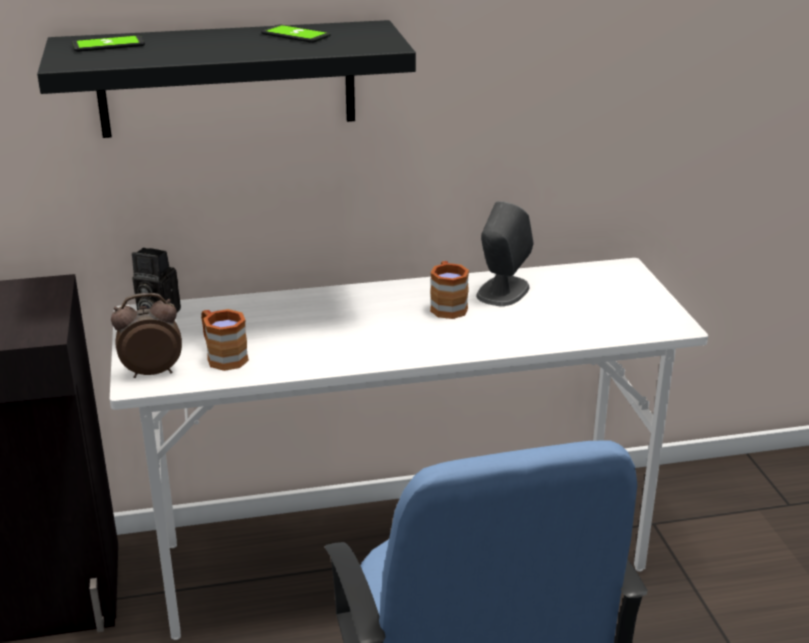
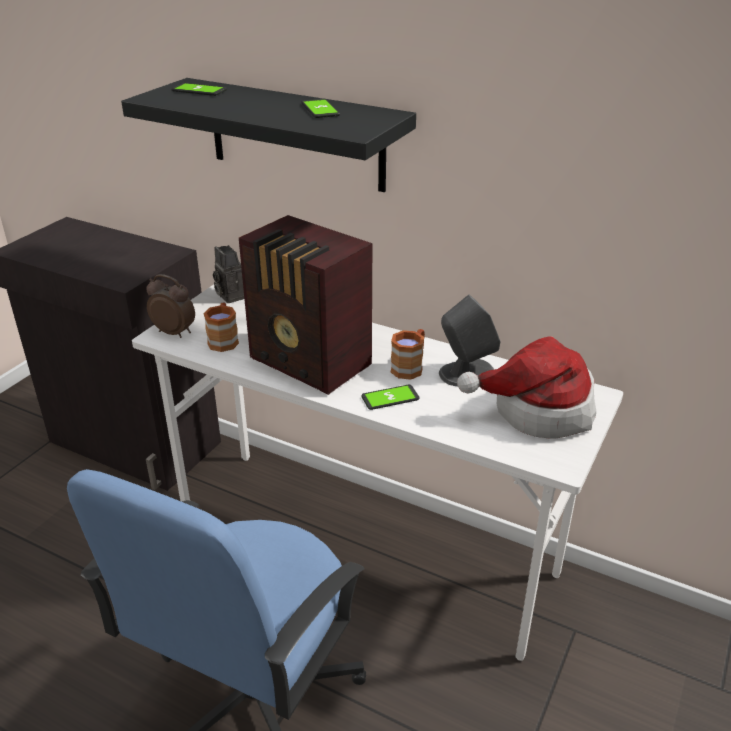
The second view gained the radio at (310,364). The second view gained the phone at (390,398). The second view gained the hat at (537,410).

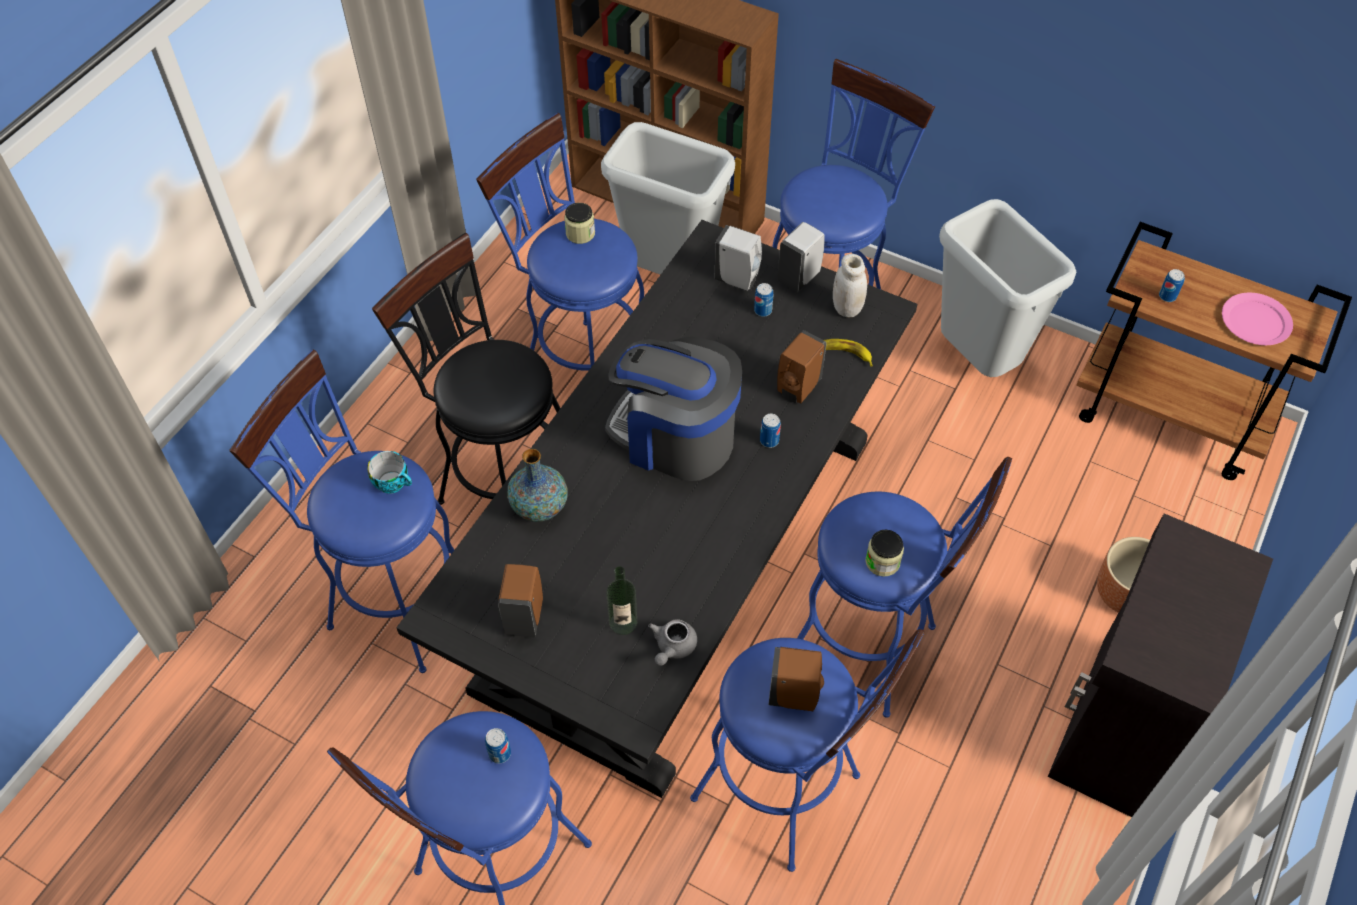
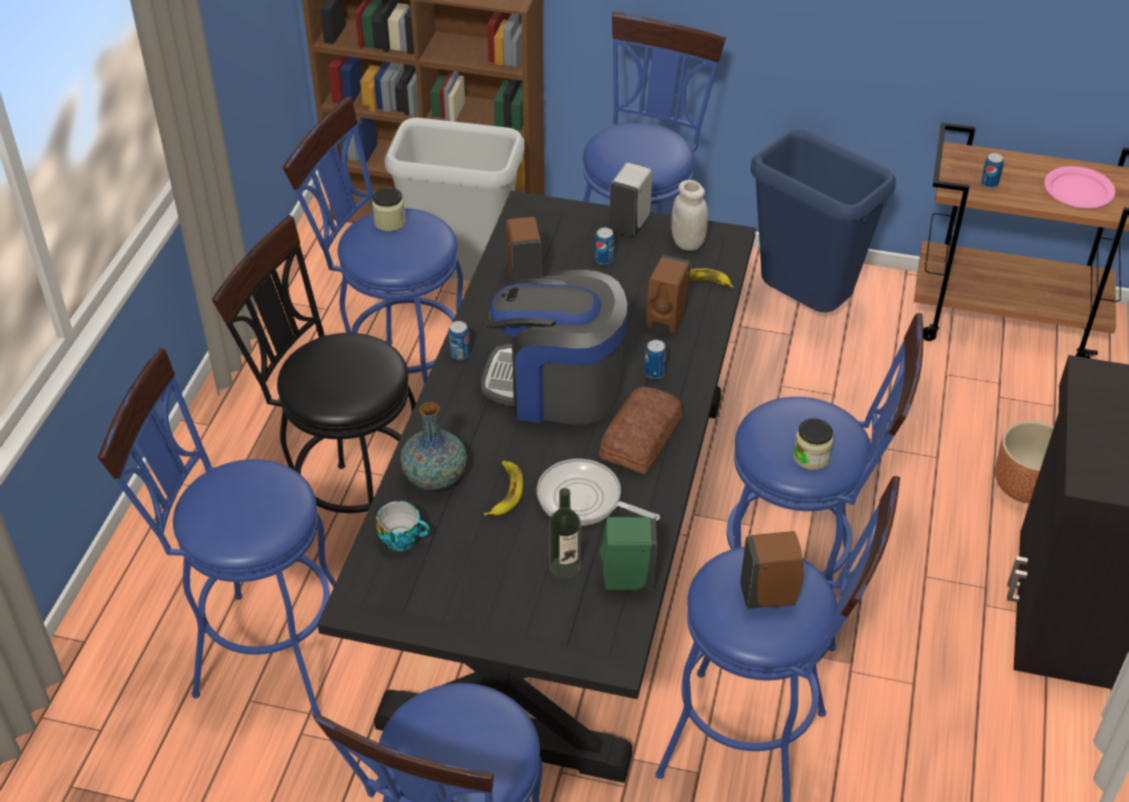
The second view lost the white soap dispenser at (738,280). The second view gained the banana at (505,492). The second view gained the frying pan at (584,500). The second view gained the bread at (643,438). The cup ended up elsewhere, having gone from (393,482) to (403,538). The can ended up elsewhere, having gone from (500,753) to (460,353). The brown soap dispenser ended up elsewhere, having gone from (524,616) to (524,278). Where the grey teapot stood at (672,647), the green soap dispenser came to stand at (625,580). What was the grey trash can at (978,361) turned into the blue trash can at (805,306).

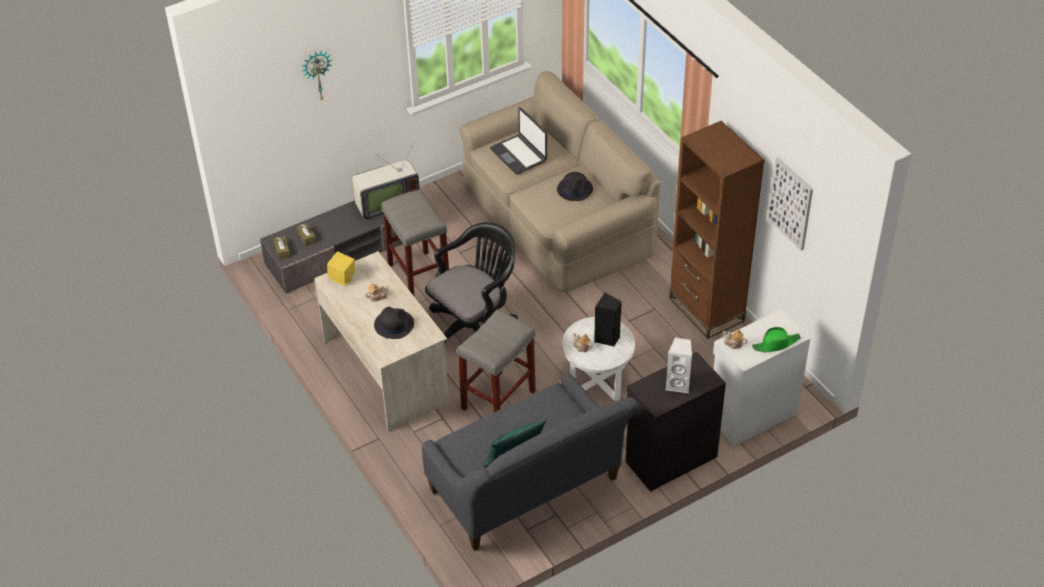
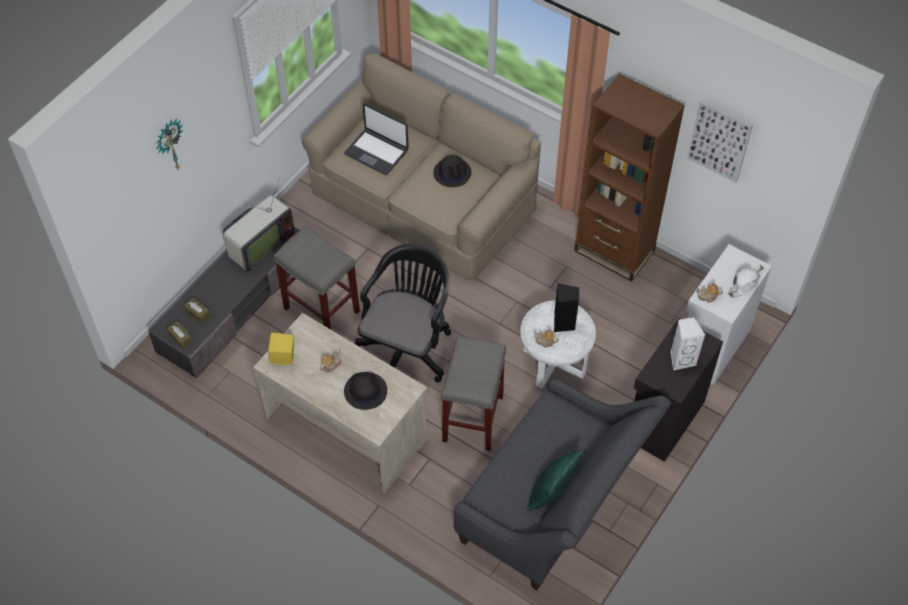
What was the green hat at (776,344) turned into the white hat at (745,283).

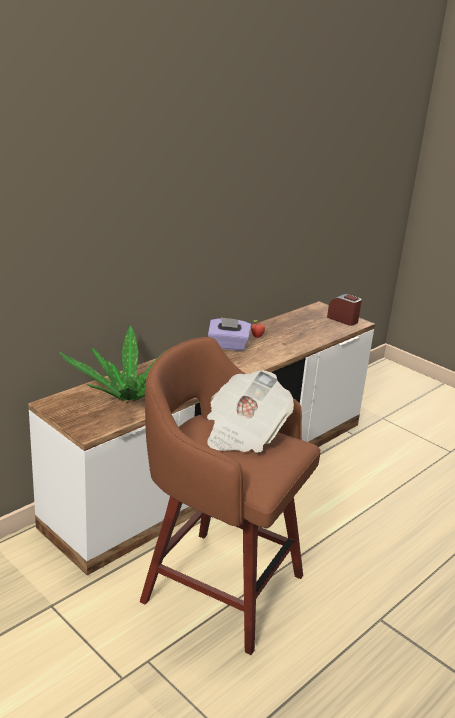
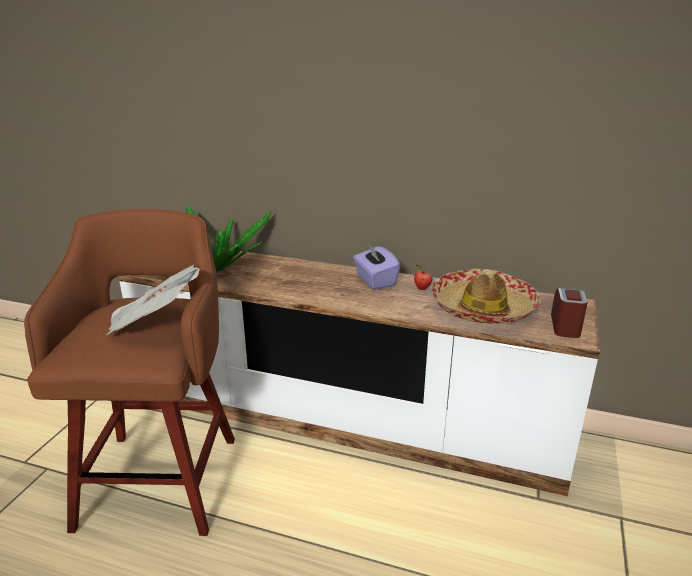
The second view gained the hat at (483,308).

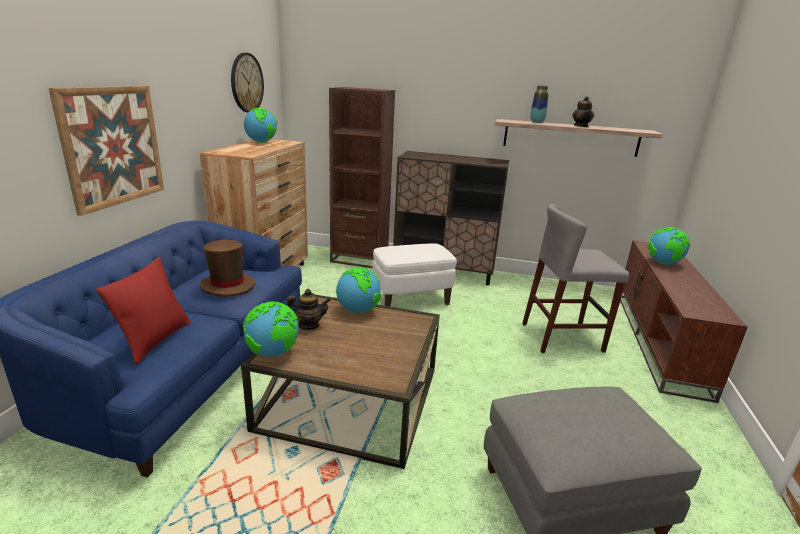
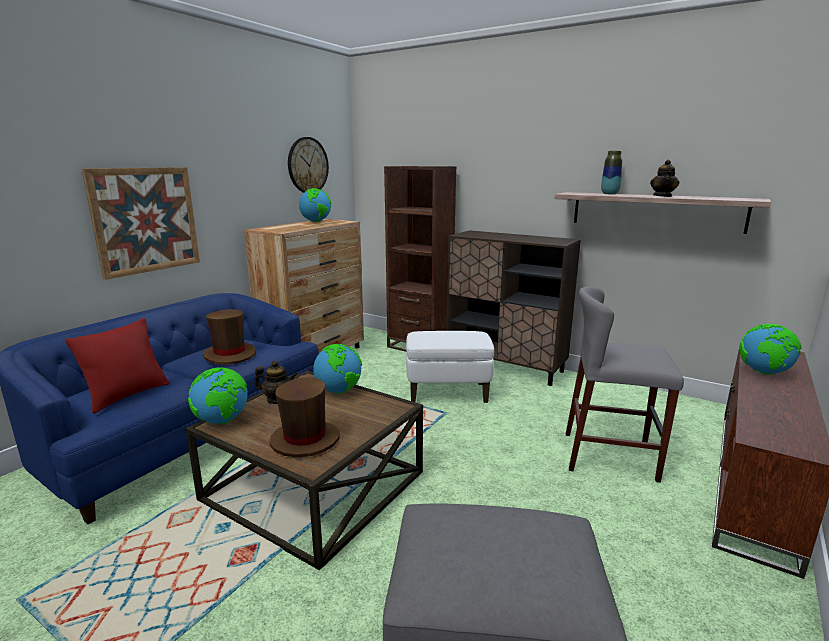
The second view gained the brown hat at (305,440).

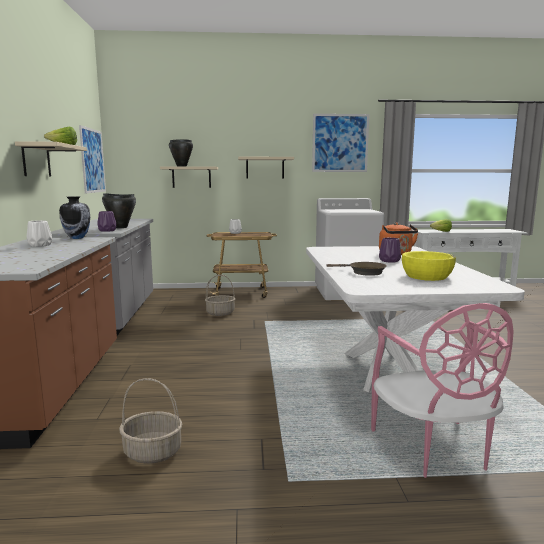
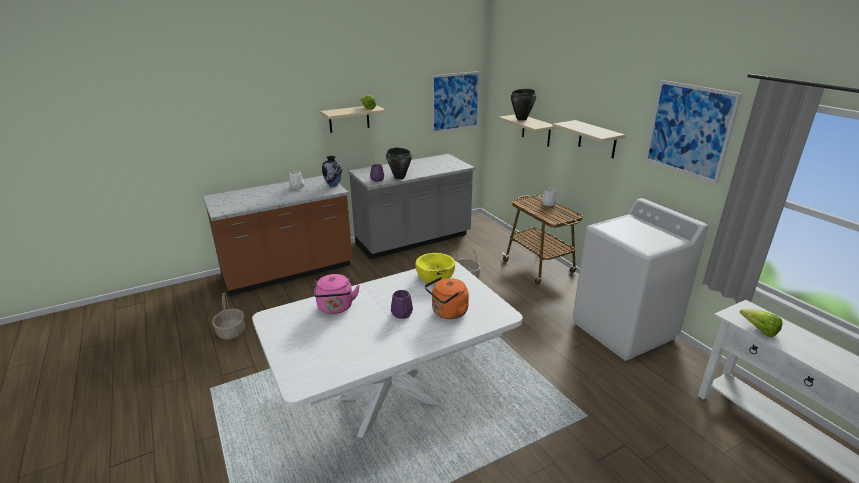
The second view lost the pink chair at (434,449). The yellow bowl ended up elsewhere, having gone from (426,276) to (435,276). Where the brown frying pan stood at (364,272), the pink kettle came to stand at (335,308).

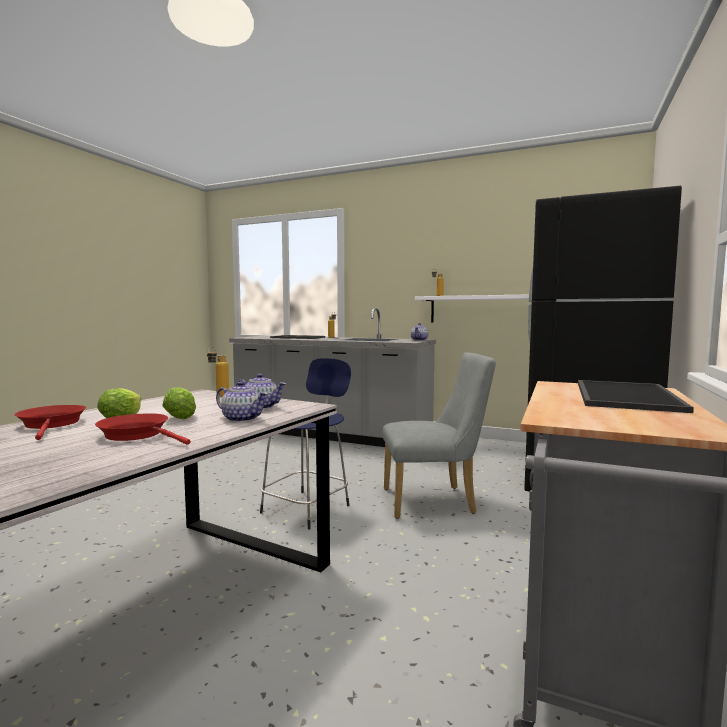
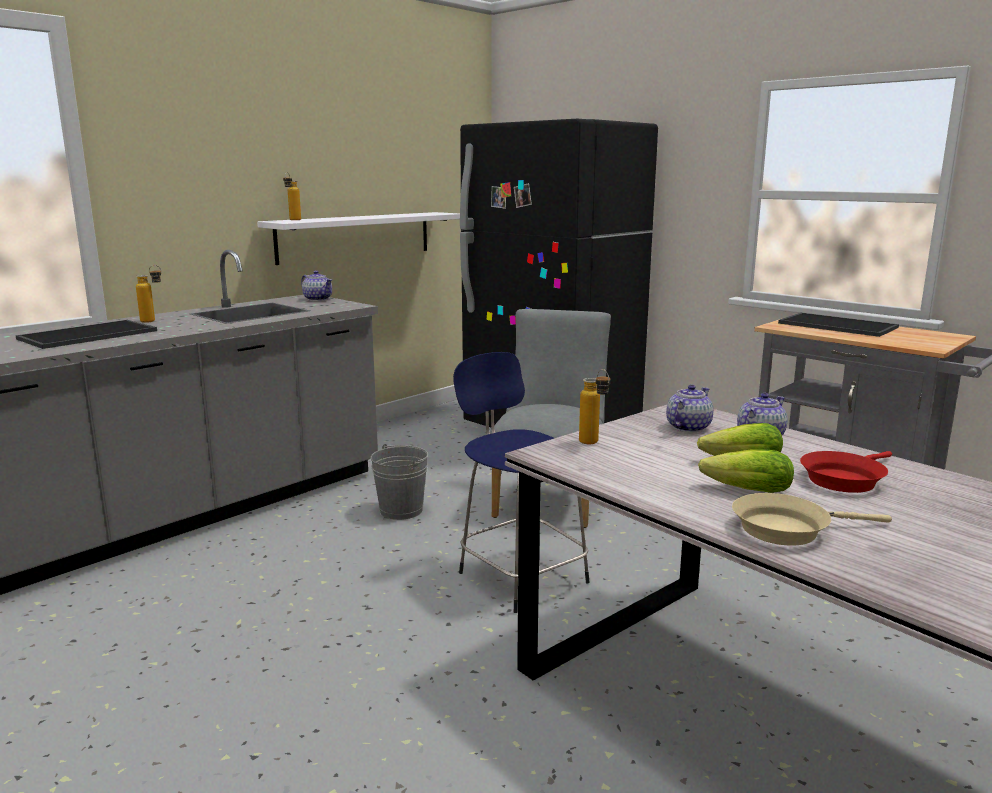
The second view gained the grey bucket at (401,510). What was the red frying pan at (52,424) turned into the beige frying pan at (787,529).

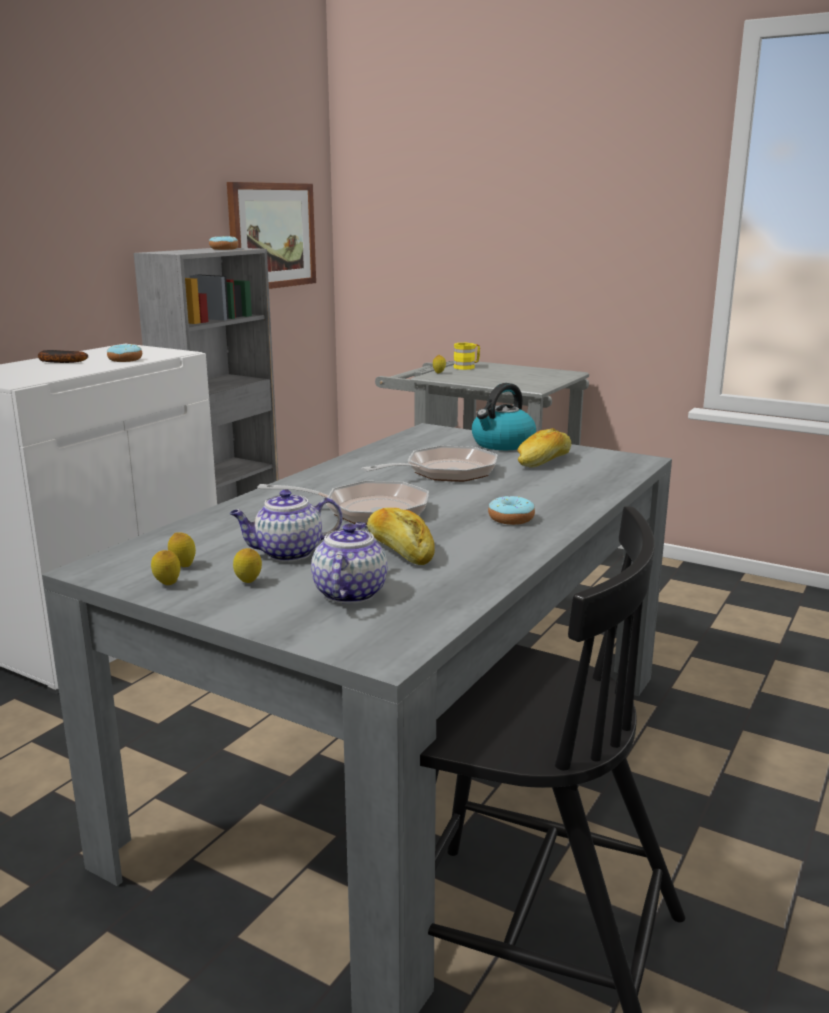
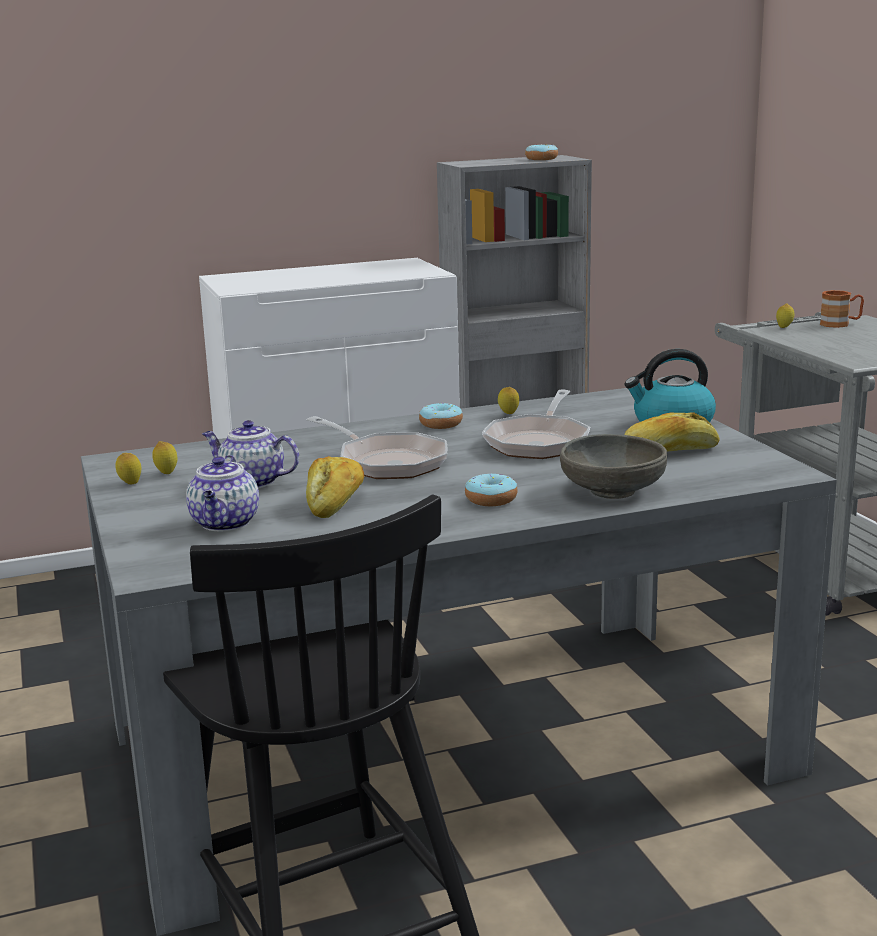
The second view lost the banana at (57,362). The second view lost the picture at (271,236). The second view gained the grey bowl at (613,491). The donut ended up elsewhere, having gone from (125,360) to (441,424). The lemon ended up elsewhere, having gone from (248,583) to (508,414). What was the yellow mug at (467,367) turned into the brown mug at (840,324). The teapot at (349,593) ended up facing another way, 135 degrees clockwise from before. The frying pan at (445,472) ended up facing another way, 105 degrees clockwise from before.

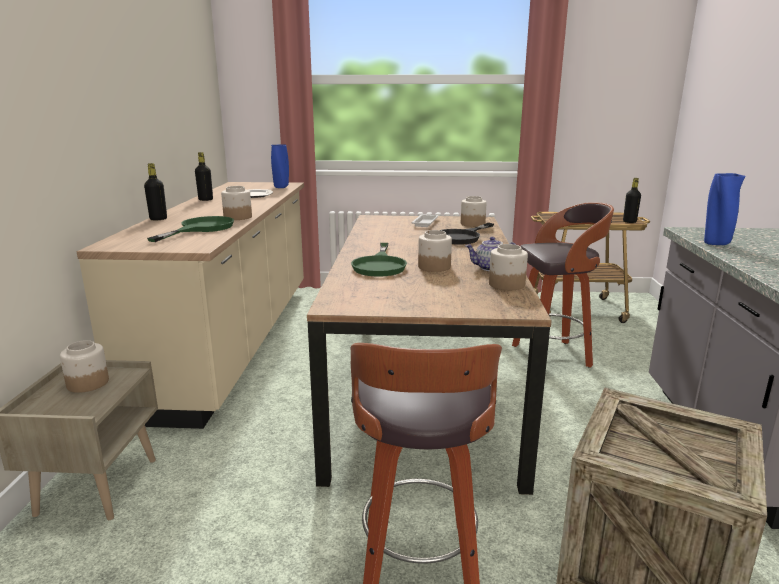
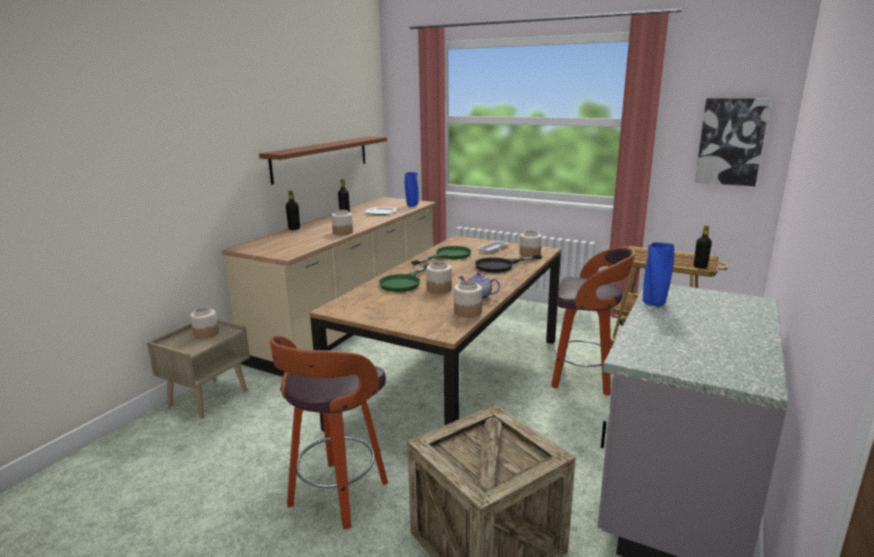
The second view gained the brown shelf at (321,158). The second view gained the picture at (731,142). The green frying pan ended up elsewhere, having gone from (201,229) to (448,256).

